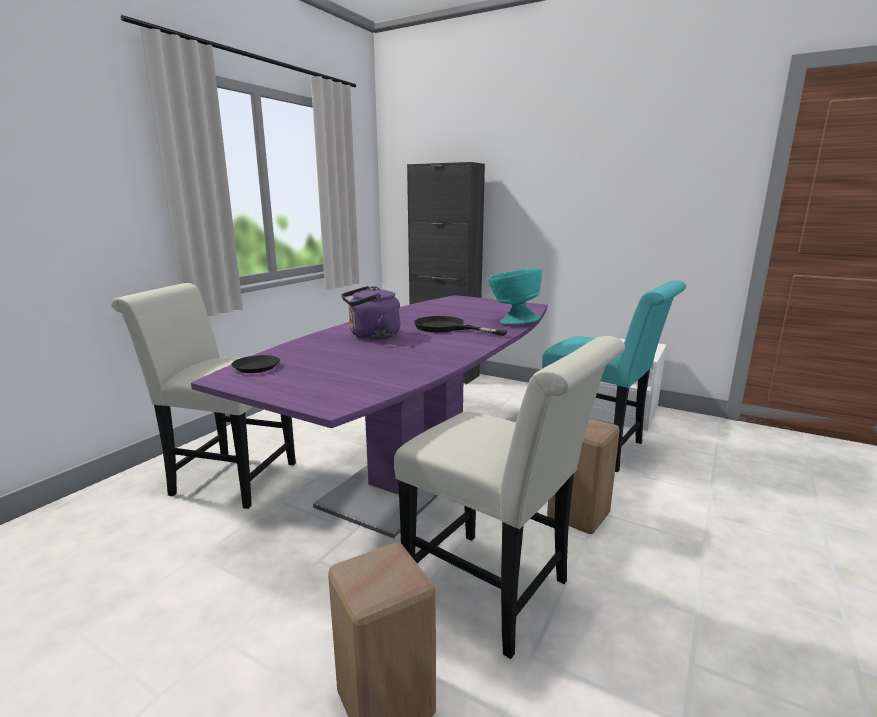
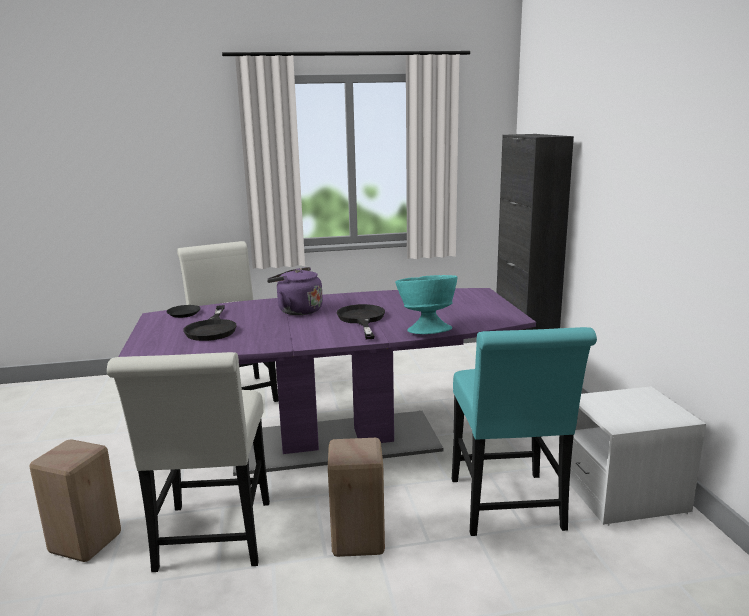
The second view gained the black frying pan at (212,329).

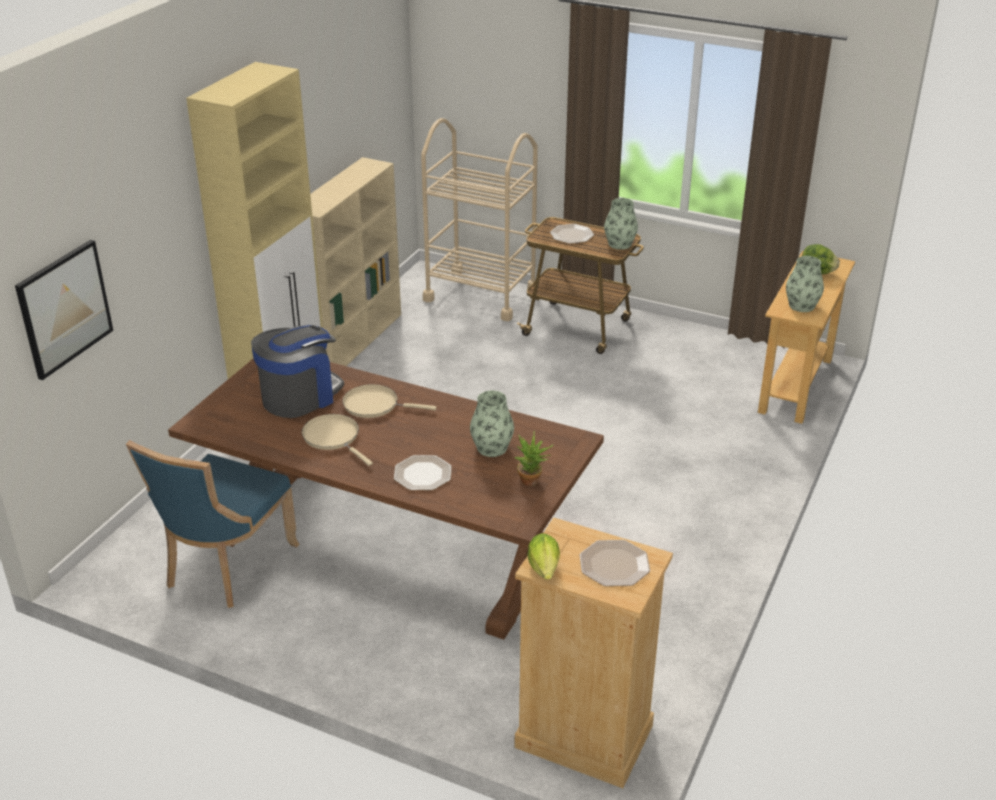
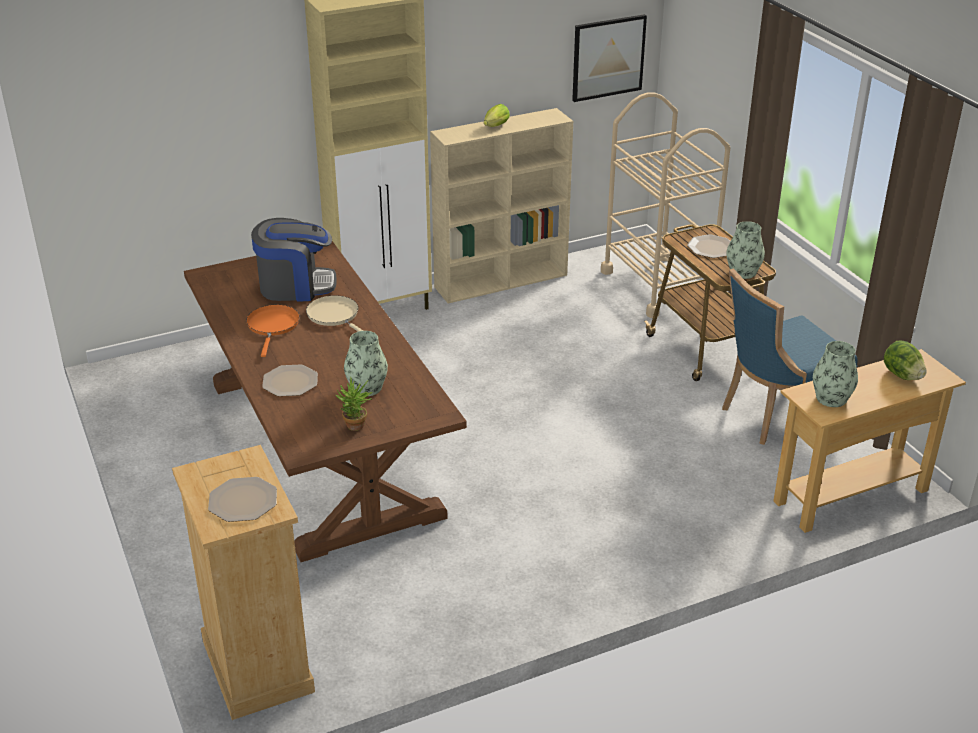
The picture ended up elsewhere, having gone from (64,308) to (608,57). The blue chair ended up elsewhere, having gone from (226,567) to (776,415). The lettuce ended up elsewhere, having gone from (544,571) to (495,127). What was the beige frying pan at (333,438) turned into the orange frying pan at (273,326).

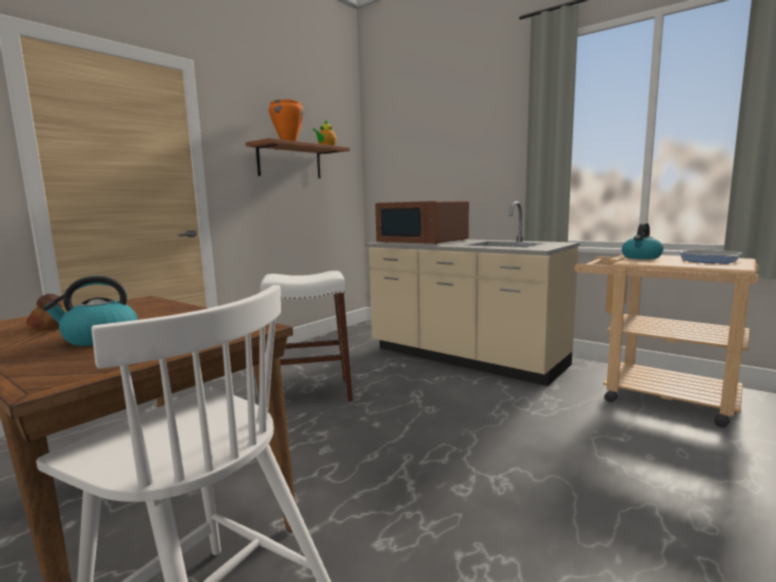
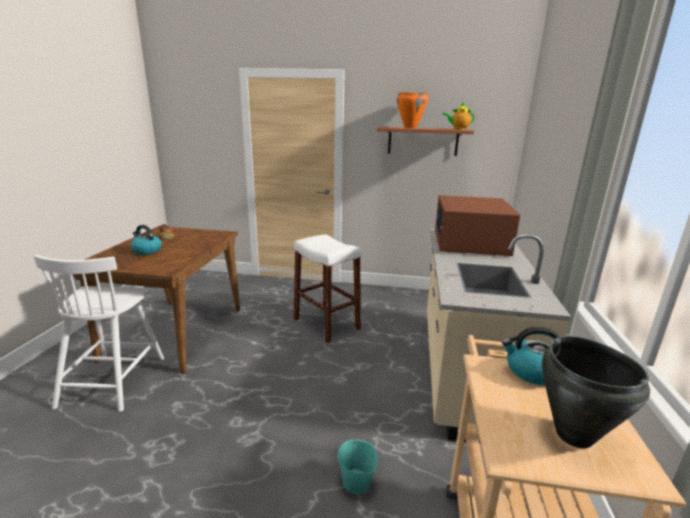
The second view gained the turquoise bucket at (357,482). Where the frying pan stood at (709,260), the black cooking pot came to stand at (574,434).

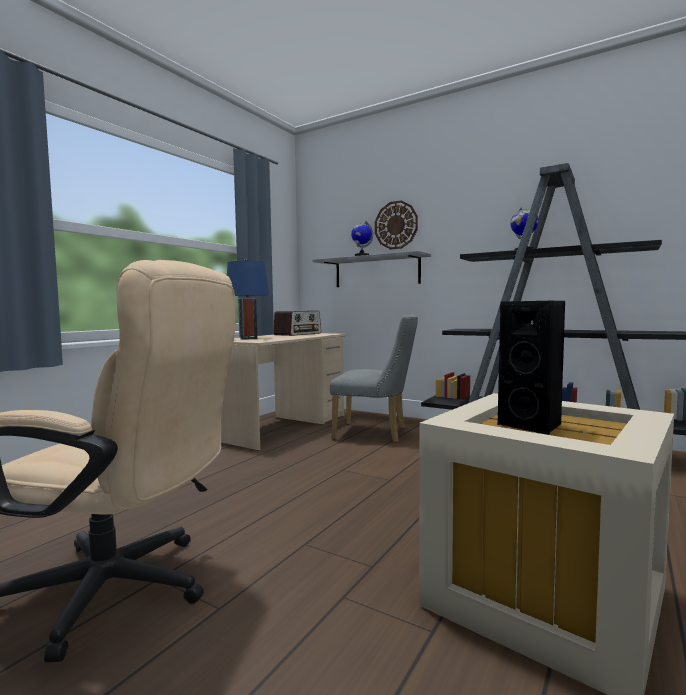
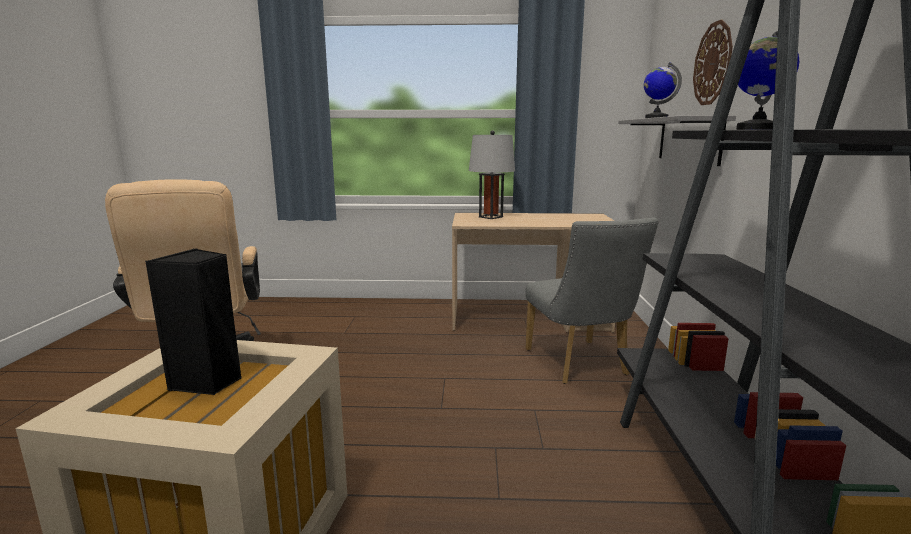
The second view lost the radio at (298,334). What was the blue table lamp at (248,338) turned into the grey table lamp at (490,217).

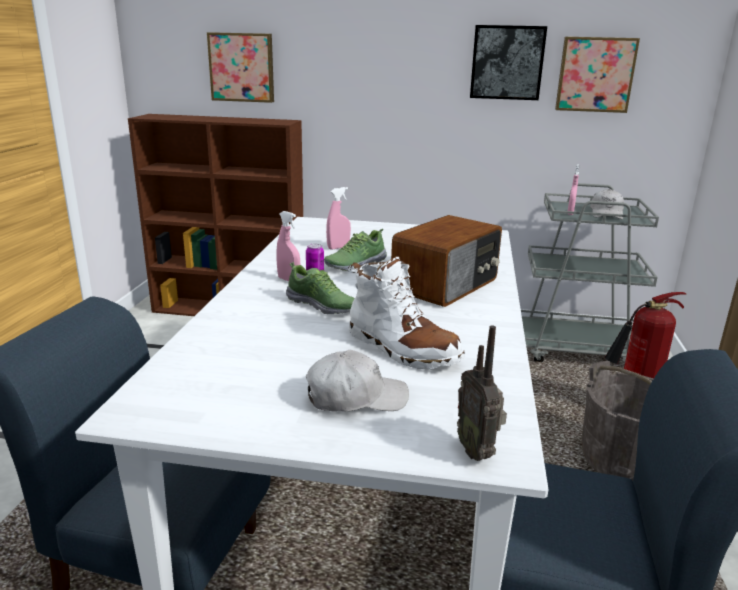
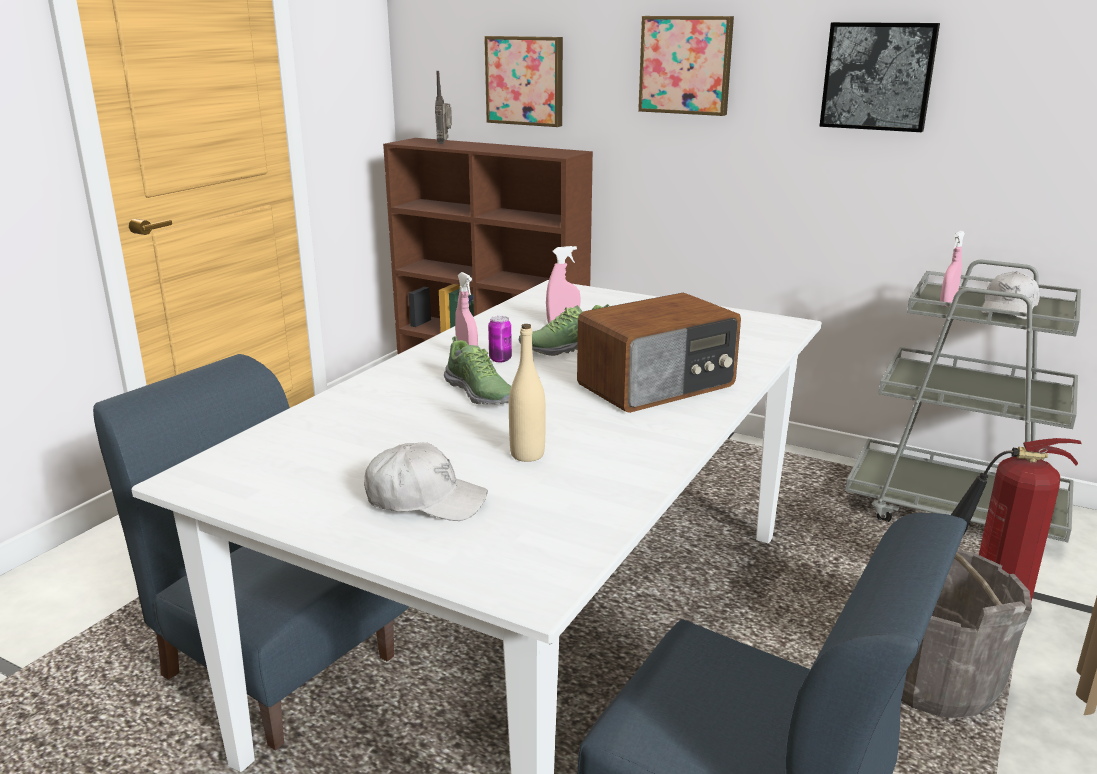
The radio ended up elsewhere, having gone from (477,451) to (444,143). The picture ended up elsewhere, having gone from (595,74) to (686,65). Where the white boot stood at (401,349), the beige bottle came to stand at (527,455).

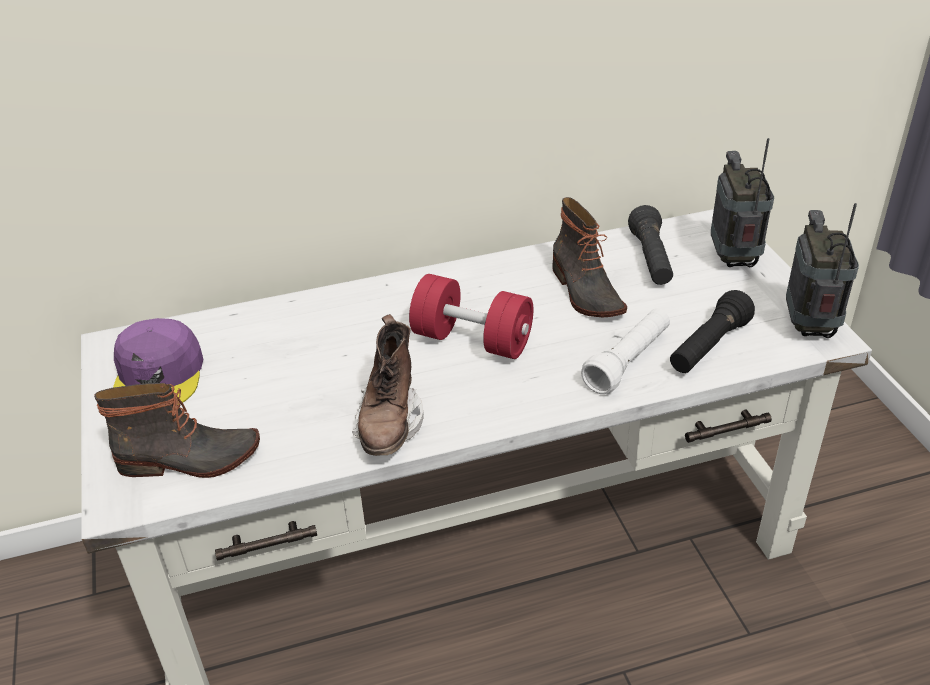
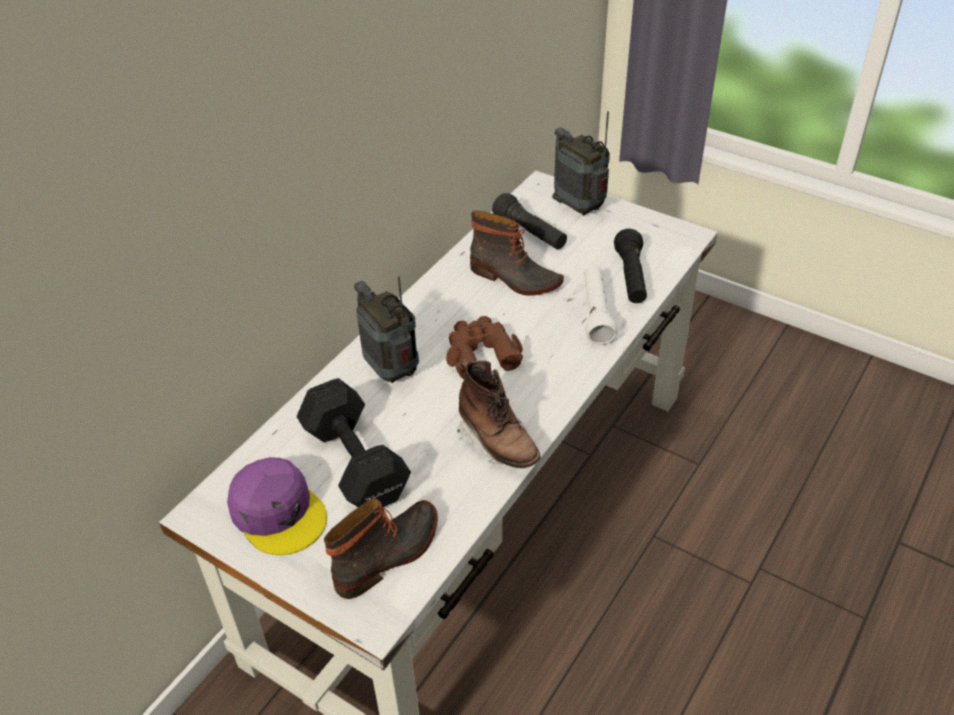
The second view gained the black dumbbell at (355,459). The radio ended up elsewhere, having gone from (809,327) to (392,371). Where the red dumbbell stood at (472,340), the brown binoculars came to stand at (481,352).

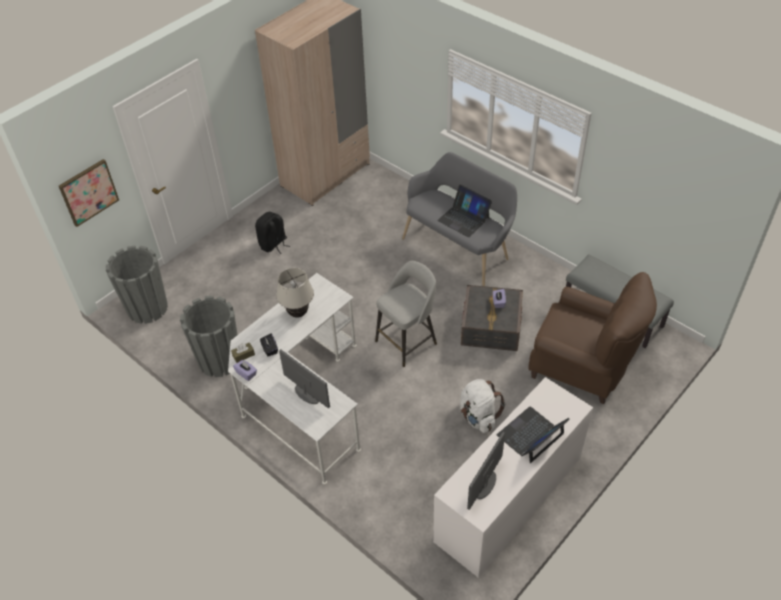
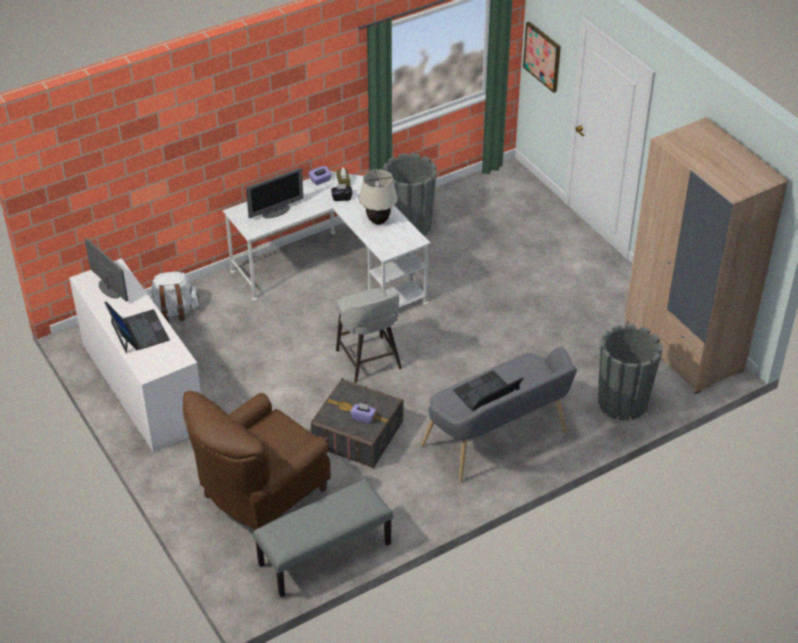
The second view lost the black backpack at (273,244). The grey planter ended up elsewhere, having gone from (147,308) to (622,402). The white backpack ended up elsewhere, having gone from (478,417) to (174,311).

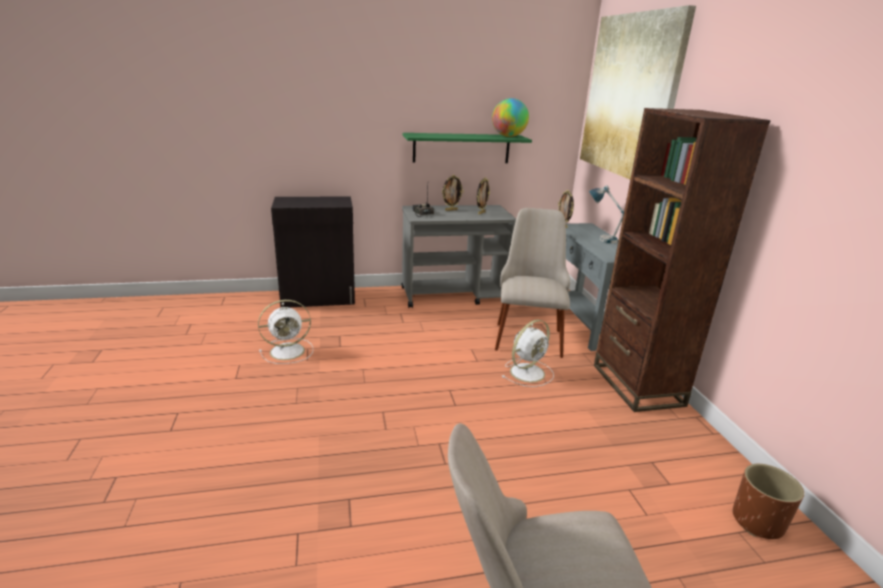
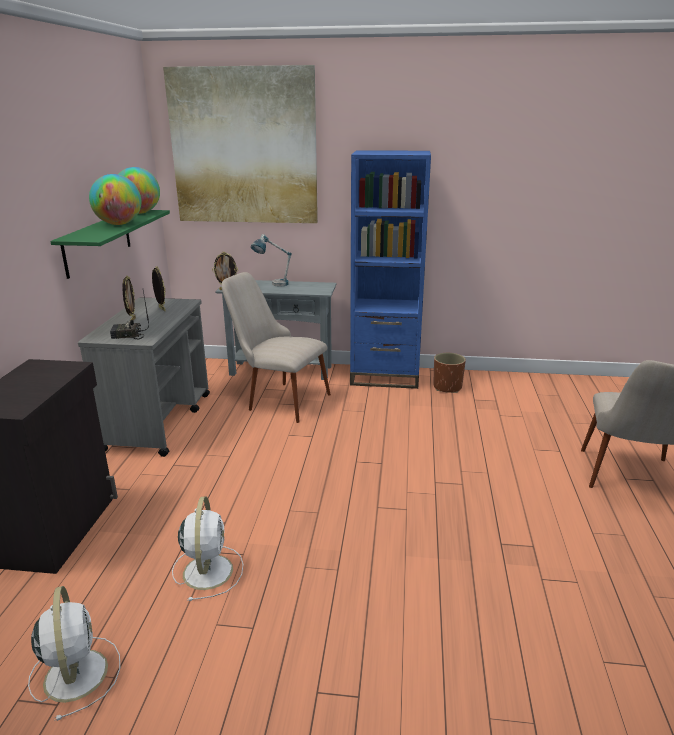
The second view gained the globe at (119,224). The white fan ended up elsewhere, having gone from (528,372) to (76,672). The brown planter ended up elsewhere, having gone from (757,521) to (447,387). What was the brown bookcase at (637,385) turned into the blue bookcase at (385,377).

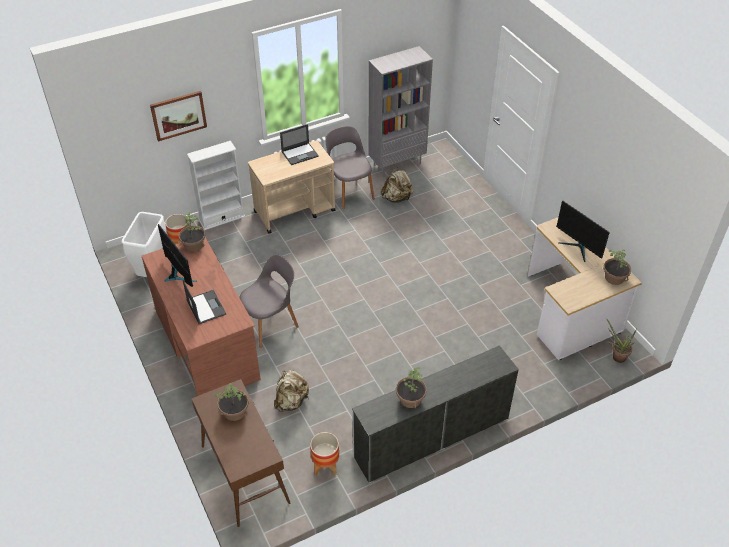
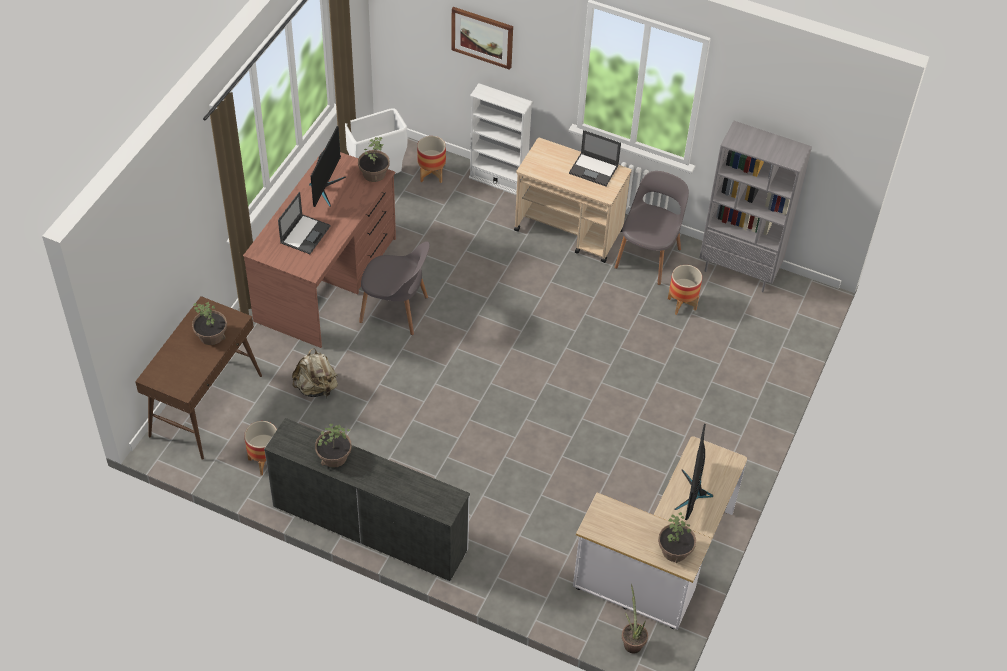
Where the beige backpack stood at (397,198), the planter came to stand at (682,304).

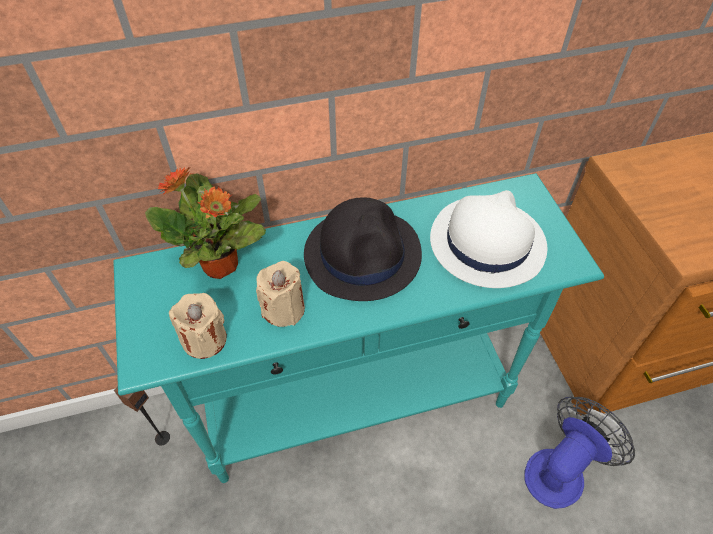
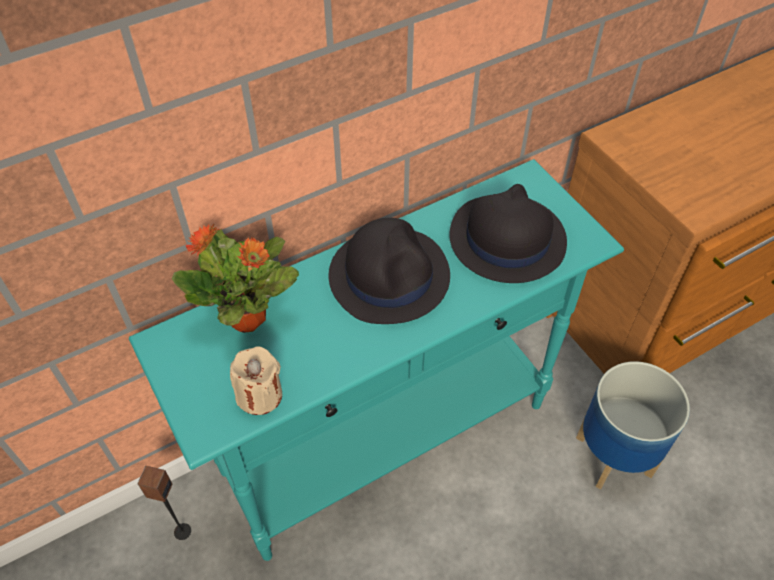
The second view lost the beige candle at (283,309). Where the fan stood at (560,469), the planter came to stand at (612,456). What was the white hat at (486,242) turned into the black hat at (506,239).

